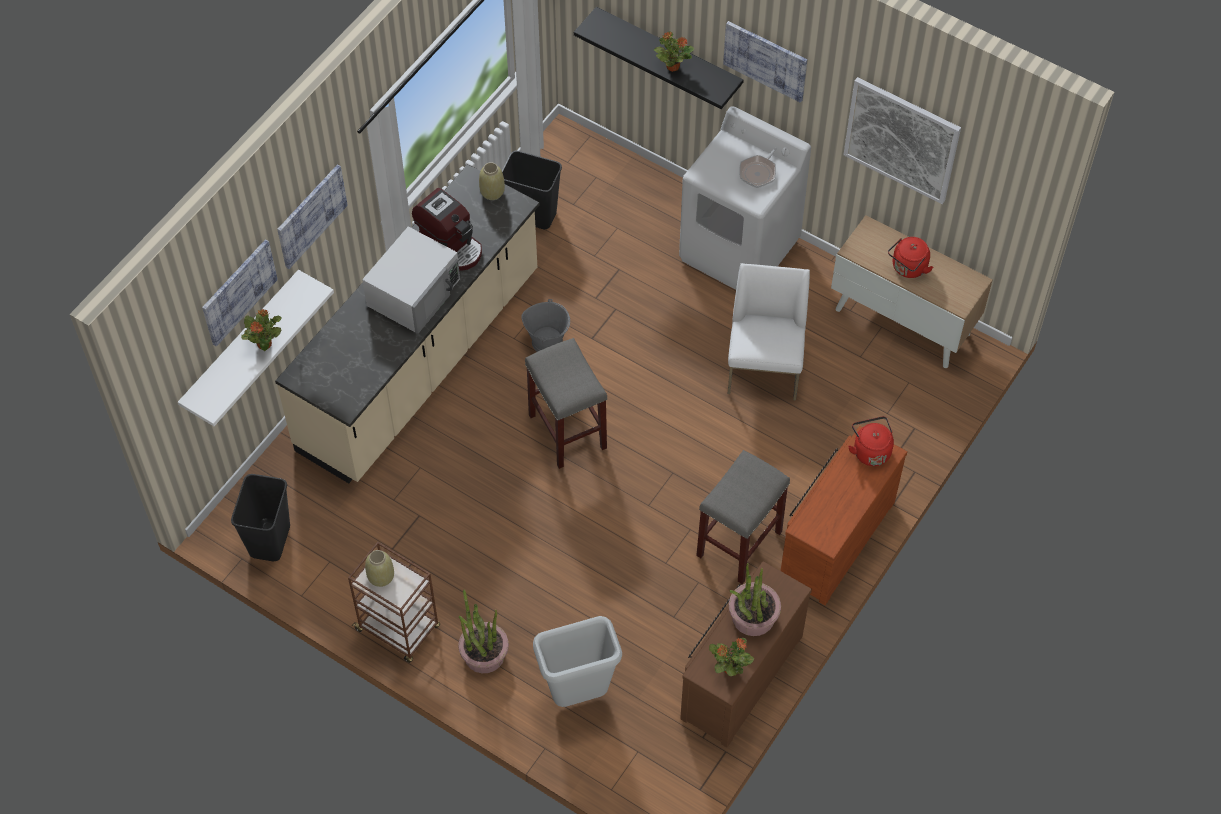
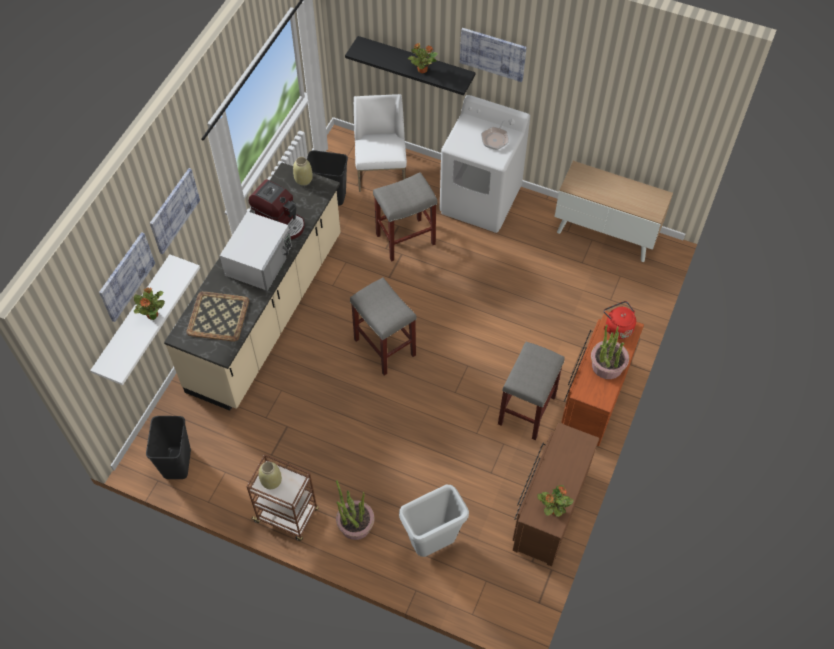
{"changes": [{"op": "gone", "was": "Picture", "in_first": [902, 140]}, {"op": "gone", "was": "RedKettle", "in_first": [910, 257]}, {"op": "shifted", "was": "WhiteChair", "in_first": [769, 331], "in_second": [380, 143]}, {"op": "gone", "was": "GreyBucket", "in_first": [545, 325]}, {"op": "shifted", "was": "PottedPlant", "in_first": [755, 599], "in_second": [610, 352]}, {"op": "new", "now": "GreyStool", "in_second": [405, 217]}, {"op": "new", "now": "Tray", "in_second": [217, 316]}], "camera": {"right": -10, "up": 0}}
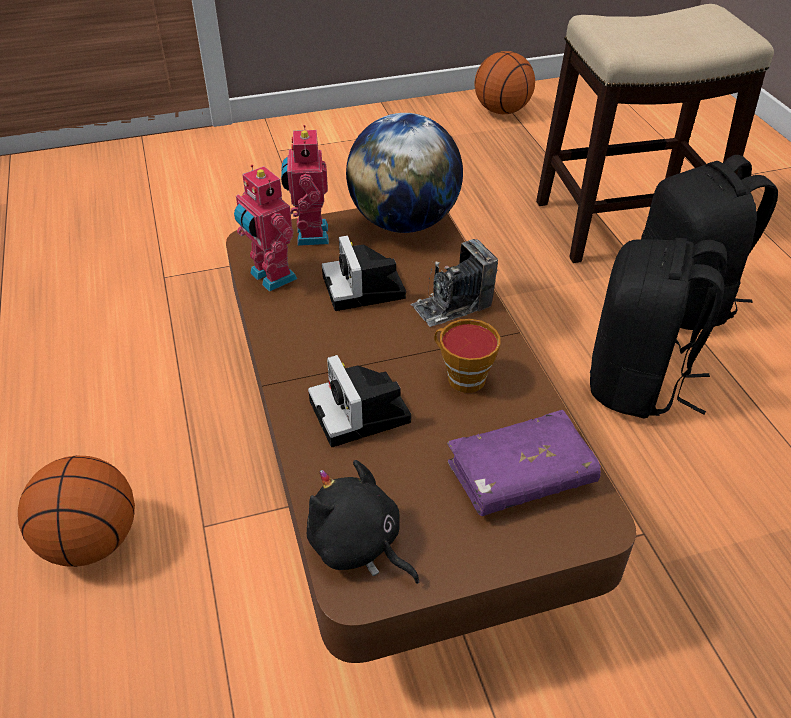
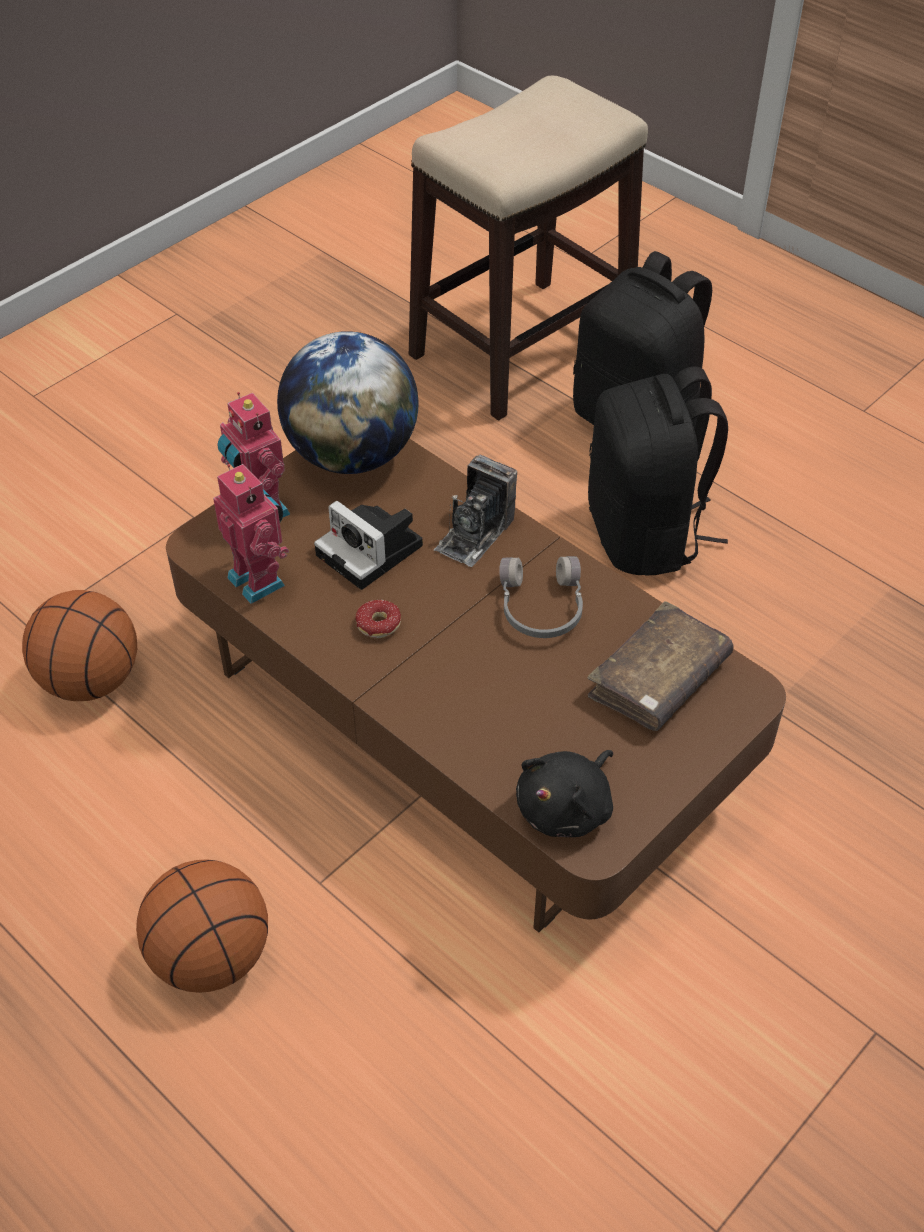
{"changes": [{"op": "shifted", "was": "Basketball", "in_first": [505, 82], "in_second": [79, 645]}, {"op": "rotated", "was": "ToyRobot", "in_first": [265, 228], "in_second": [251, 534], "clockwise": -150}, {"op": "swapped", "was": "Cup", "now": "GreyHeadphones", "in_first": [467, 356], "in_second": [541, 597]}, {"op": "gone", "was": "PhotoCamera", "in_first": [359, 401]}, {"op": "repainted", "was": "PurpleBook", "now": "BrownBook", "in_first": [524, 463], "in_second": [660, 666]}, {"op": "rotated", "was": "BlackPlushToy", "in_first": [363, 522], "in_second": [564, 793], "clockwise": -60}, {"op": "new", "now": "Donut", "in_second": [378, 619]}], "camera": {"right": -30, "up": 5}}
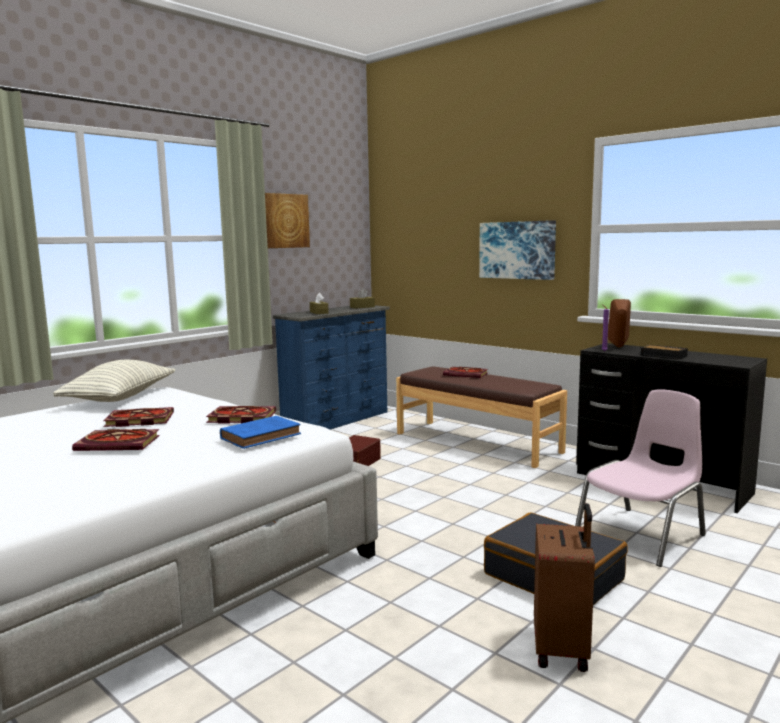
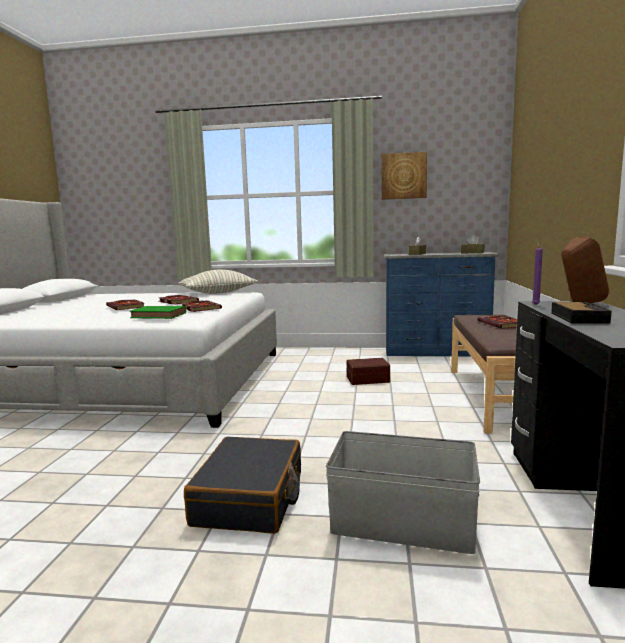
{"changes": [{"op": "gone", "was": "Picture", "in_first": [517, 250]}, {"op": "swapped", "was": "PinkChair", "now": "GreyStorageBox", "in_first": [640, 478], "in_second": [403, 492]}, {"op": "repainted", "was": "BlueBook", "now": "GreenBook", "in_first": [260, 432], "in_second": [158, 312]}, {"op": "gone", "was": "BrownSuitcase", "in_first": [564, 587]}], "camera": {"right": 55, "up": 0}}
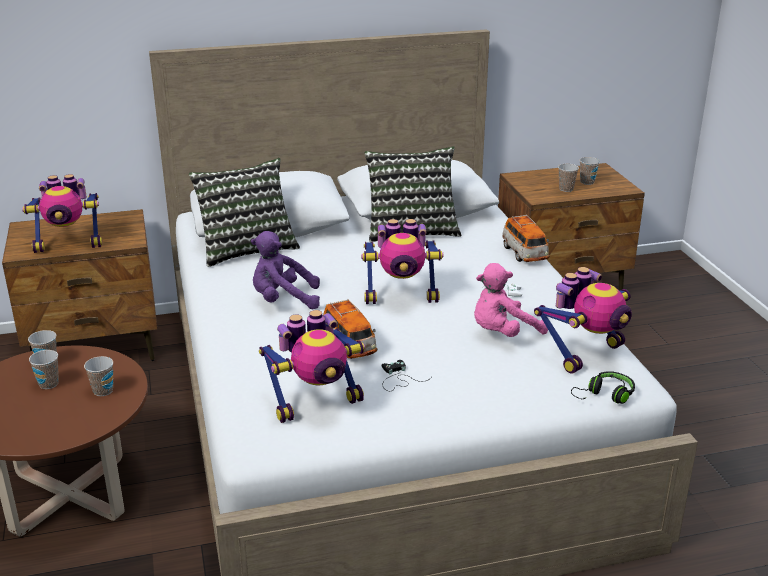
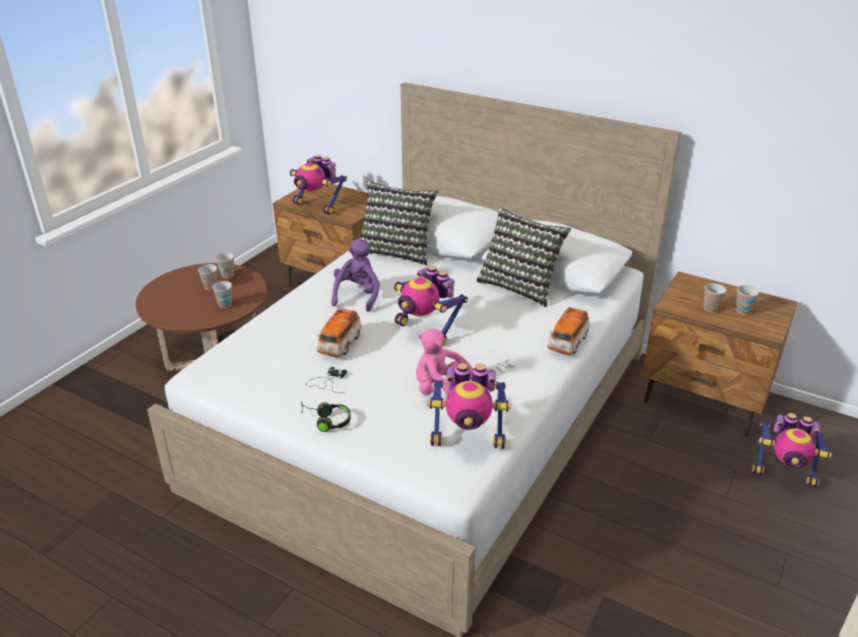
{"changes": [{"op": "rotated", "was": "PurplePlushToy", "in_first": [285, 270], "in_second": [355, 275], "clockwise": 60}, {"op": "shifted", "was": "ToyRobot", "in_first": [312, 366], "in_second": [792, 450]}, {"op": "shifted", "was": "BlackHeadphones", "in_first": [603, 387], "in_second": [326, 416]}], "camera": {"right": 45, "up": 5}}
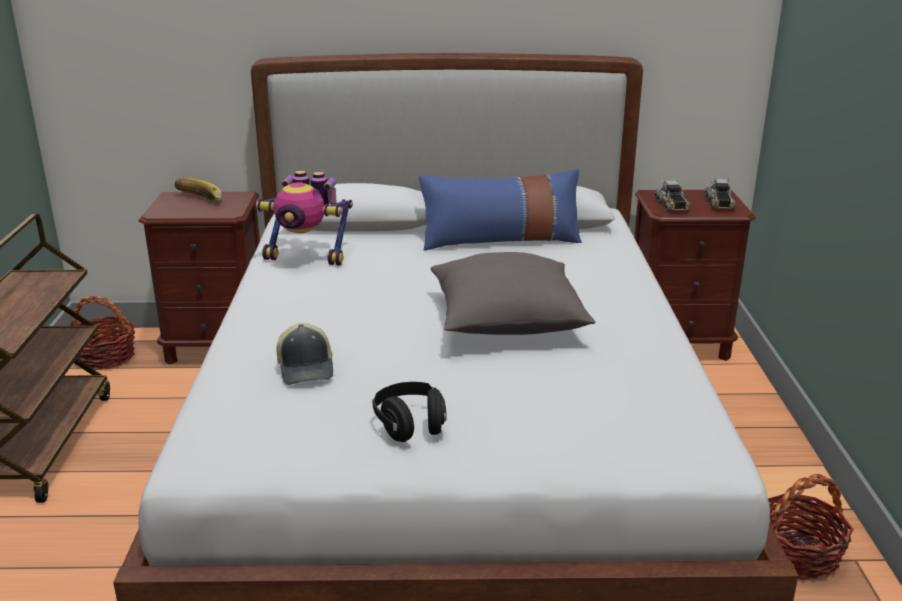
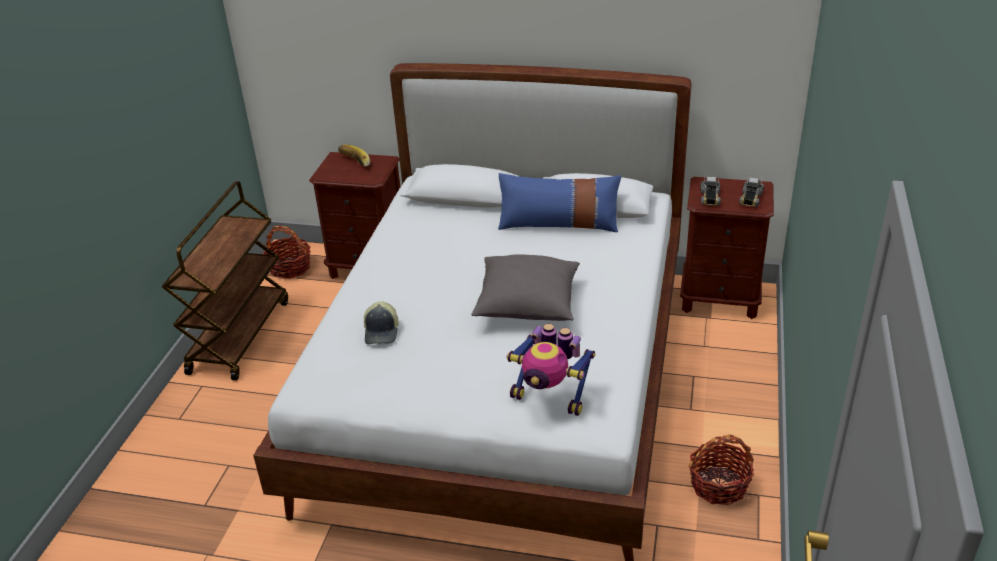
{"changes": [{"op": "shifted", "was": "ToyRobot", "in_first": [304, 218], "in_second": [550, 370]}, {"op": "gone", "was": "BlackHeadphones", "in_first": [409, 412]}], "camera": {"right": 15, "up": 10}}
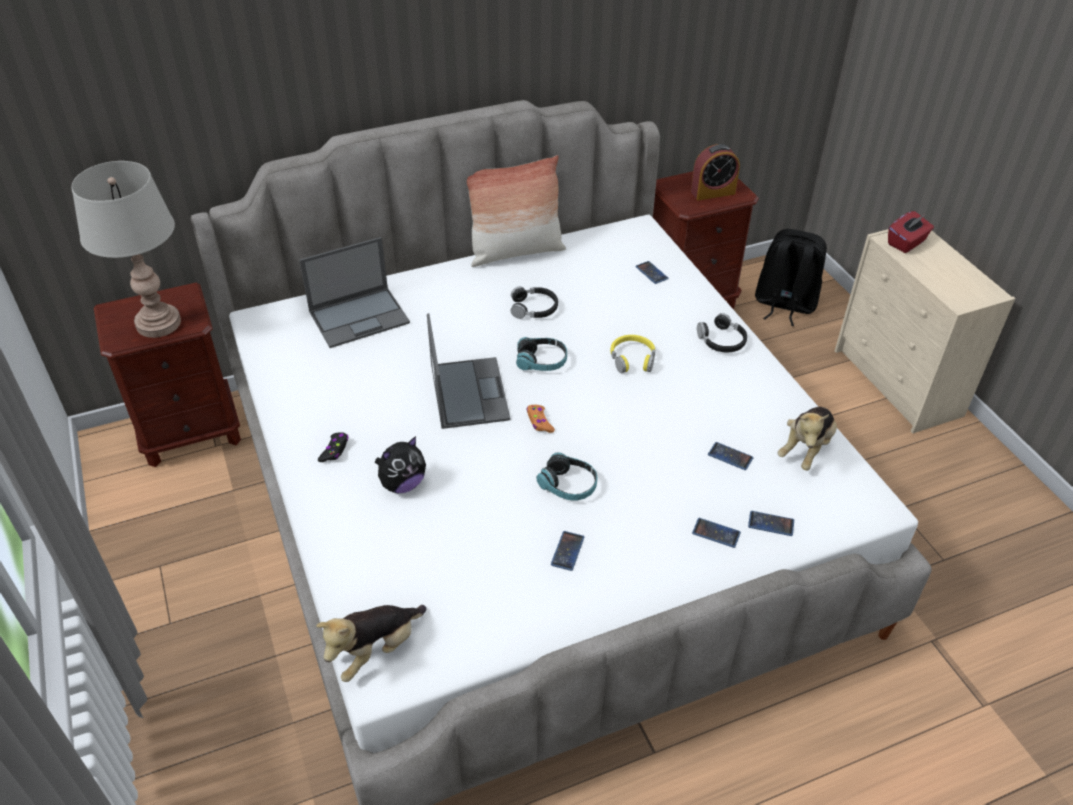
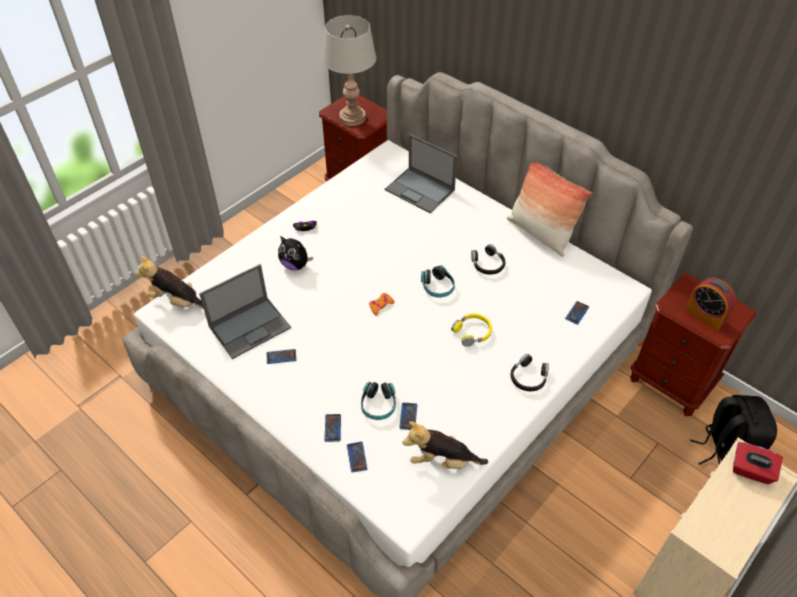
{"changes": [{"op": "shifted", "was": "Laptop", "in_first": [469, 371], "in_second": [245, 311]}, {"op": "shifted", "was": "Headphones", "in_first": [567, 477], "in_second": [378, 401]}], "camera": {"right": 65, "up": 5}}
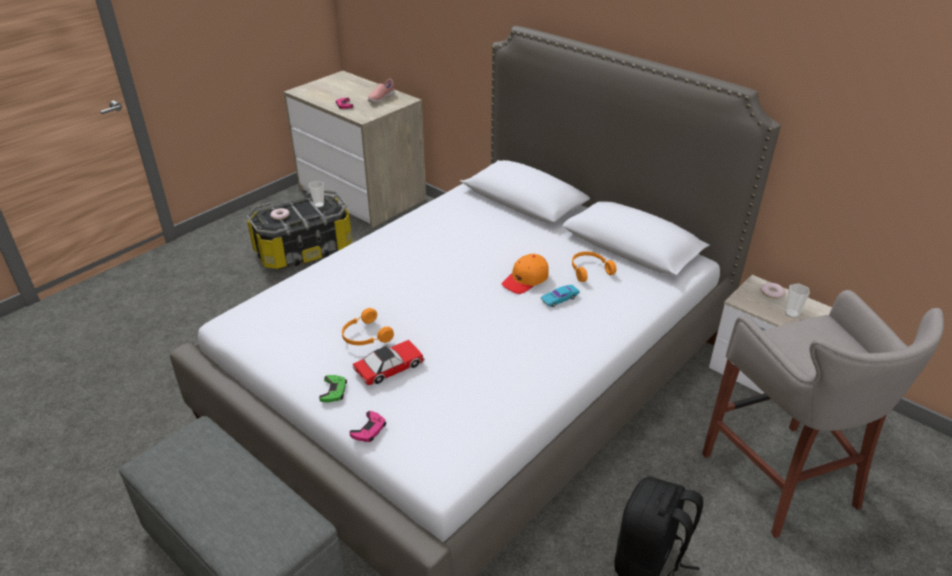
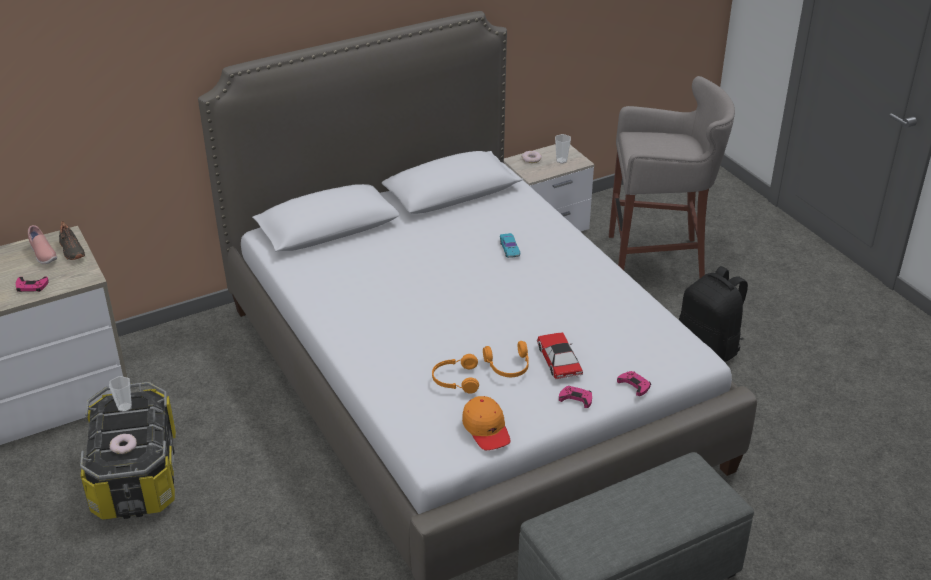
{"changes": [{"op": "shifted", "was": "OrangeHeadphones", "in_first": [594, 266], "in_second": [455, 374]}, {"op": "shifted", "was": "OrangeCap", "in_first": [525, 274], "in_second": [486, 423]}, {"op": "repainted", "was": "GreenGameController", "now": "PinkGameController", "in_first": [333, 388], "in_second": [575, 397]}, {"op": "new", "now": "BlackShoe", "in_second": [72, 240]}], "camera": {"right": -70, "up": 0}}
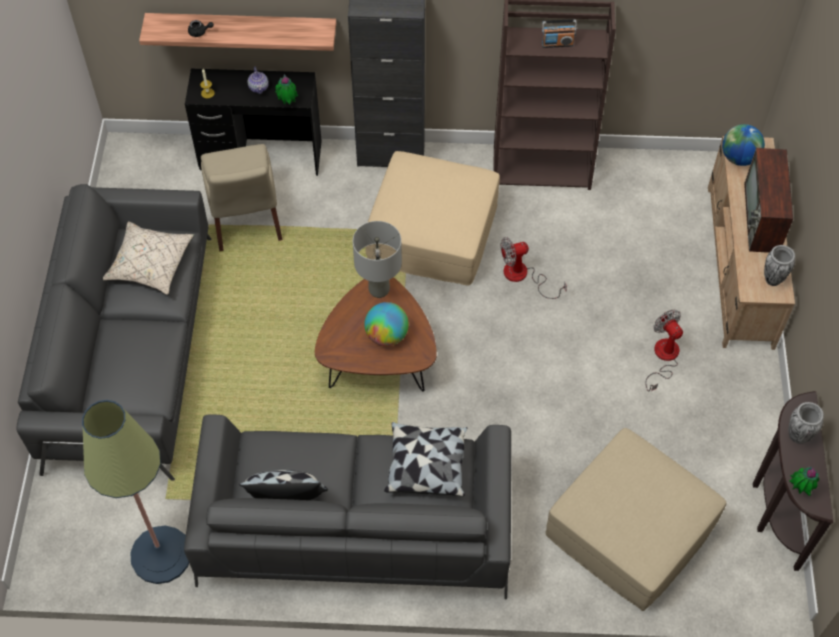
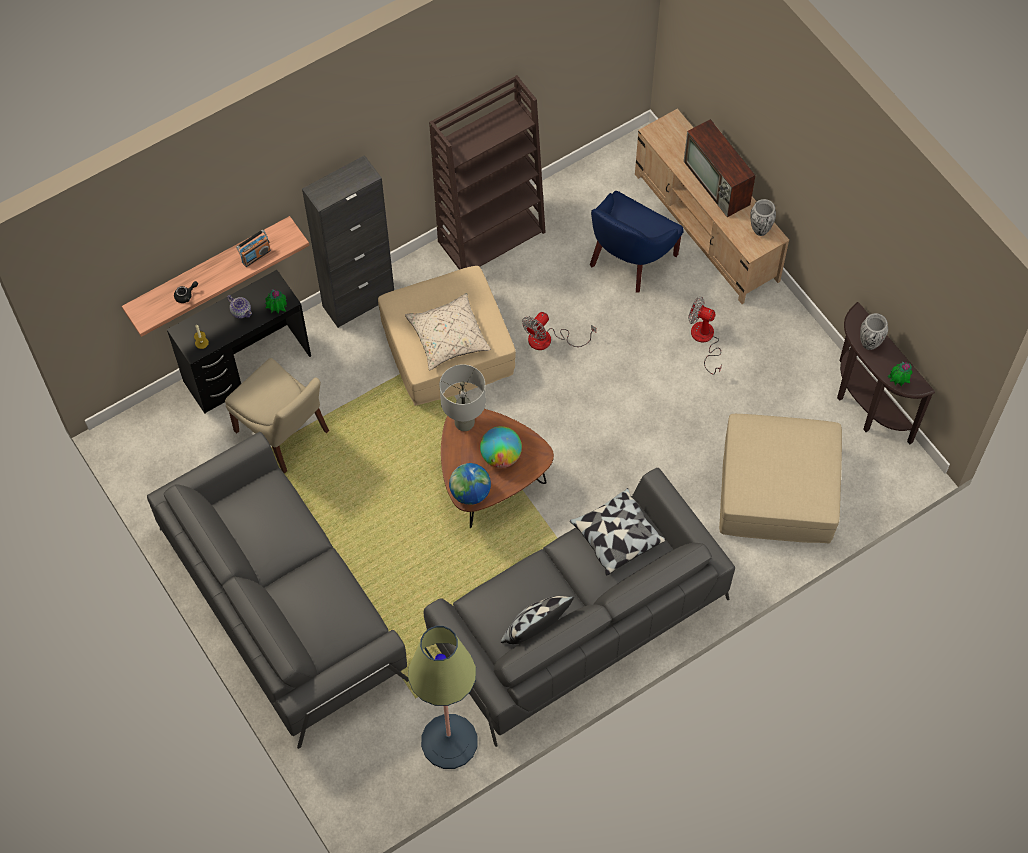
{"changes": [{"op": "shifted", "was": "Radio", "in_first": [559, 33], "in_second": [253, 248]}, {"op": "shifted", "was": "Globe", "in_first": [743, 145], "in_second": [470, 484]}, {"op": "shifted", "was": "BeigePillow", "in_first": [148, 258], "in_second": [448, 331]}, {"op": "new", "now": "BlueArmchair", "in_second": [637, 242]}], "camera": {"right": -35, "up": 5}}
